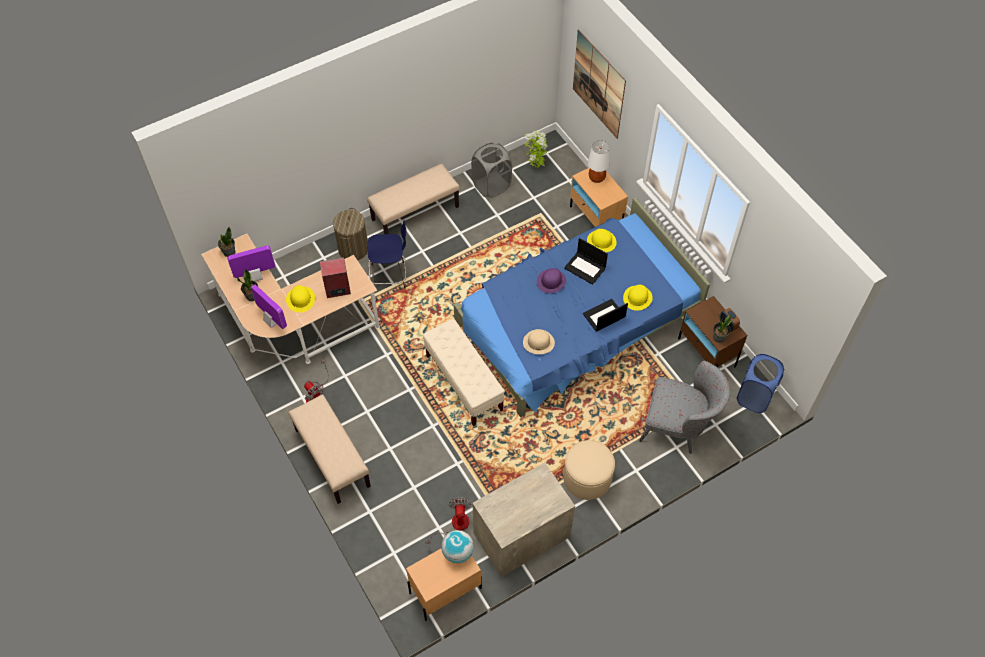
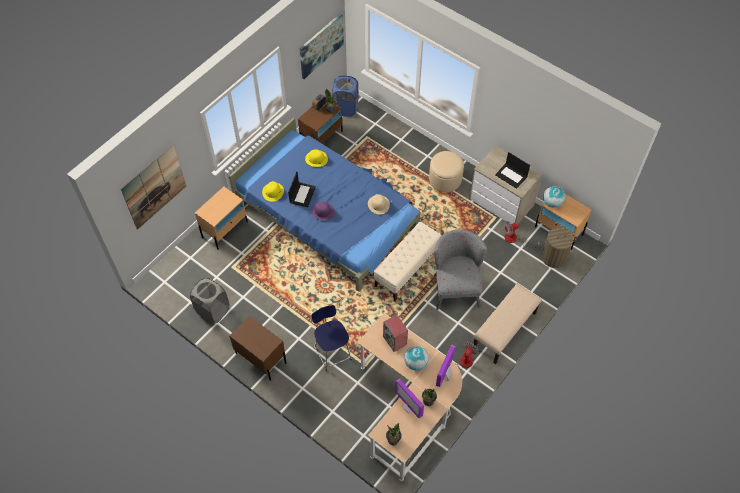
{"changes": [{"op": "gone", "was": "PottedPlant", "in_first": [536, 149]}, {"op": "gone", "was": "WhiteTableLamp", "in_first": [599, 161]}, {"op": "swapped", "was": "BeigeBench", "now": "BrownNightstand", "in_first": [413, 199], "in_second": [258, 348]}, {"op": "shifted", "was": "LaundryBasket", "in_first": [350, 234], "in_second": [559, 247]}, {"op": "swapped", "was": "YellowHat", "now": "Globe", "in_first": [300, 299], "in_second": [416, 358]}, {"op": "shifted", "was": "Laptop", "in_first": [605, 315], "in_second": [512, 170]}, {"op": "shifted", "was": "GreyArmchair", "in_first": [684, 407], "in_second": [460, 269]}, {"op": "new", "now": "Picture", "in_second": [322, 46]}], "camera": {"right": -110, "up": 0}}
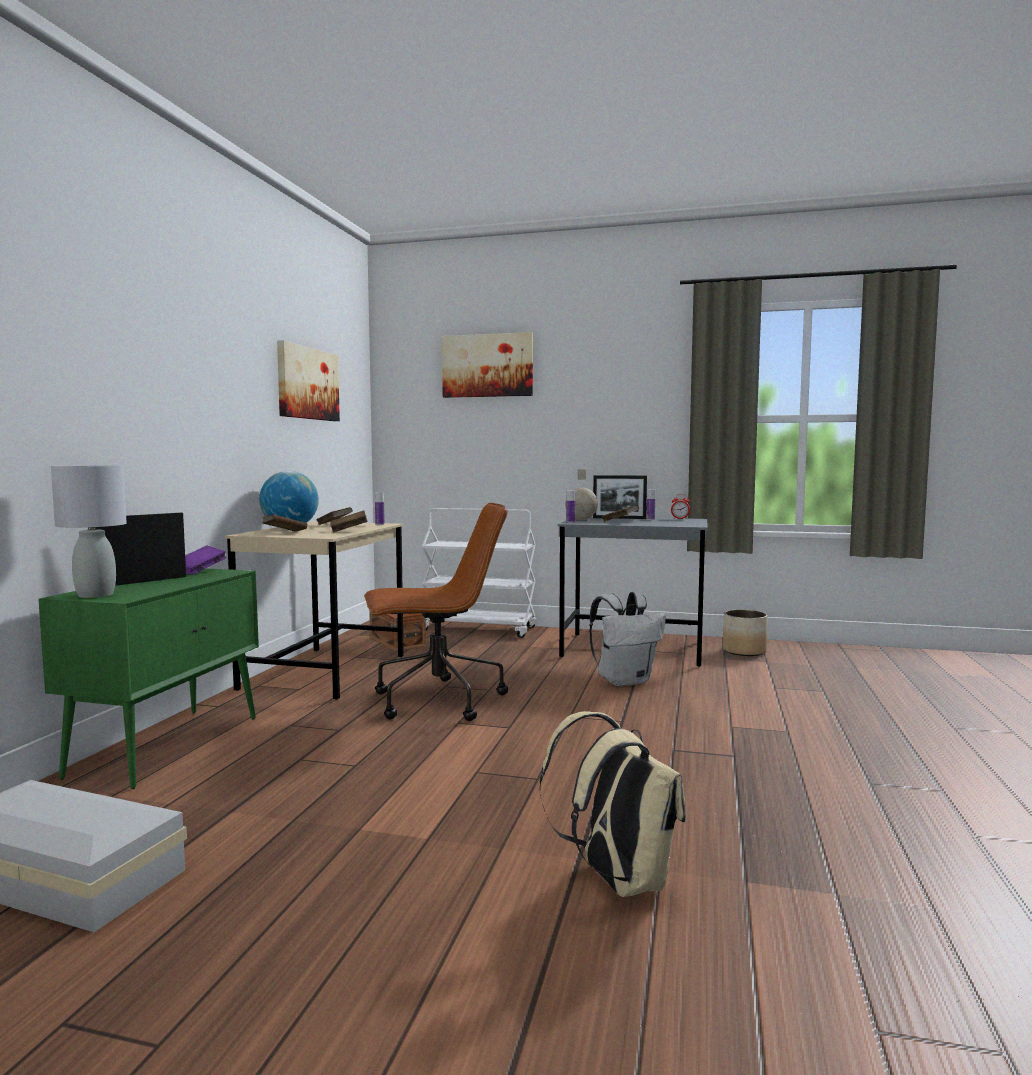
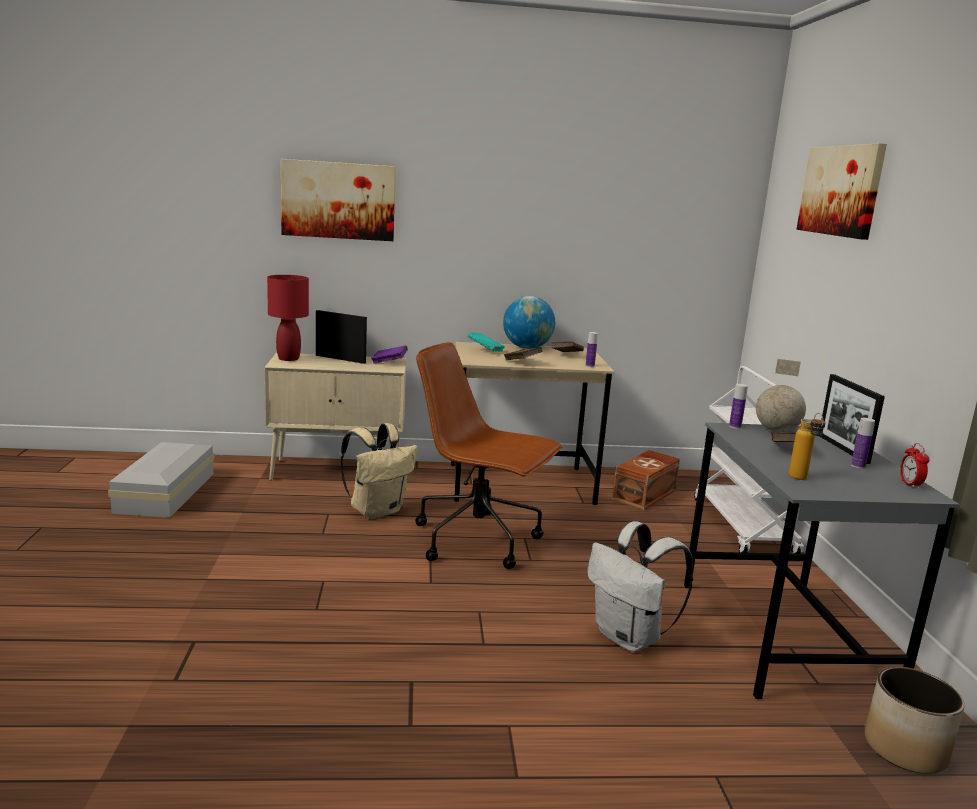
{"changes": [{"op": "shifted", "was": "Picture", "in_first": [308, 380], "in_second": [338, 200]}, {"op": "repainted", "was": "GreyTableLamp", "now": "RedTableLamp", "in_first": [89, 531], "in_second": [288, 318]}, {"op": "rotated", "was": "BrownOfficeChair", "in_first": [436, 612], "in_second": [489, 455], "clockwise": 150}, {"op": "repainted", "was": "BrownBook", "now": "TurquoiseBook", "in_first": [284, 523], "in_second": [486, 342]}, {"op": "repainted", "was": "GreenCabinet", "now": "BeigeCabinet", "in_first": [148, 678], "in_second": [335, 417]}, {"op": "shifted", "was": "BeigeBackpack", "in_first": [612, 804], "in_second": [379, 471]}, {"op": "new", "now": "Bottle", "in_second": [807, 446]}], "camera": {"right": 70, "up": 10}}
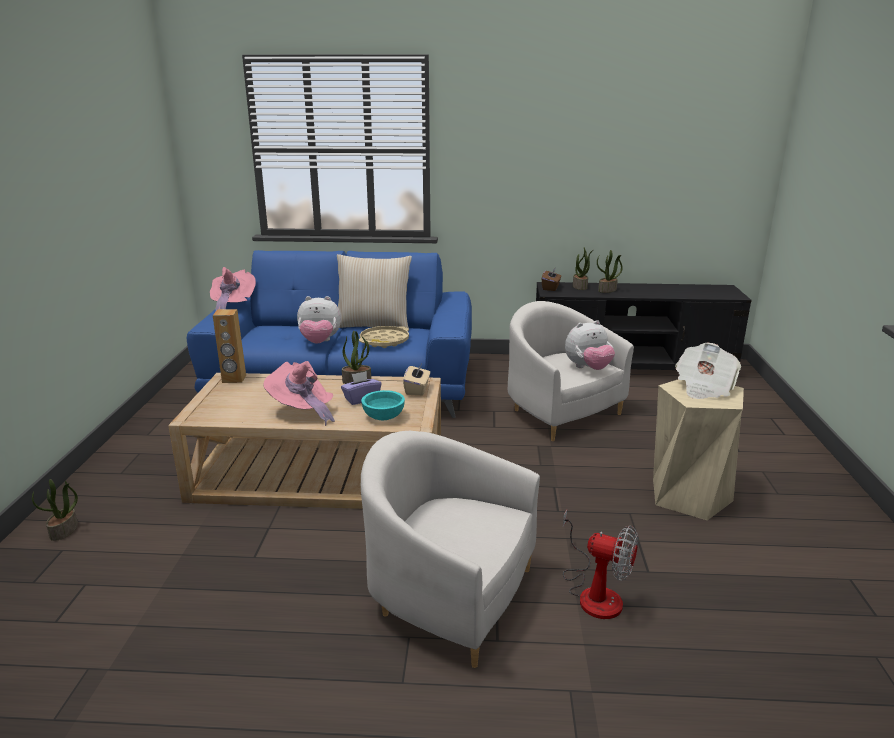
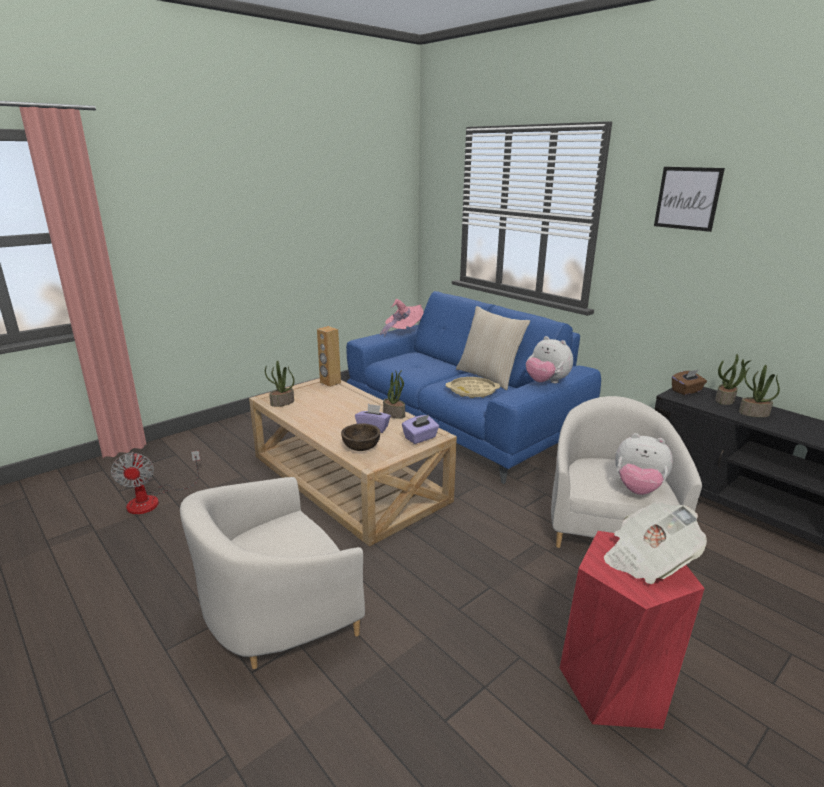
{"changes": [{"op": "shifted", "was": "PlushToy", "in_first": [319, 320], "in_second": [549, 359]}, {"op": "gone", "was": "PinkHat", "in_first": [299, 393]}, {"op": "repainted", "was": "BeigeTissueBox", "now": "PurpleTissueBox", "in_first": [416, 380], "in_second": [420, 429]}, {"op": "repainted", "was": "BeigeStool", "now": "RedStool", "in_first": [698, 449], "in_second": [632, 630]}, {"op": "repainted", "was": "TurquoiseBowl", "now": "BrownBowl", "in_first": [383, 405], "in_second": [360, 437]}, {"op": "rotated", "was": "WhiteArmchair", "in_first": [450, 549], "in_second": [272, 573], "clockwise": -105}, {"op": "shifted", "was": "PottedPlant", "in_first": [55, 510], "in_second": [280, 383]}, {"op": "shifted", "was": "Fan", "in_first": [600, 564], "in_second": [155, 482]}, {"op": "new", "now": "Picture", "in_second": [689, 199]}], "camera": {"right": 45, "up": 0}}
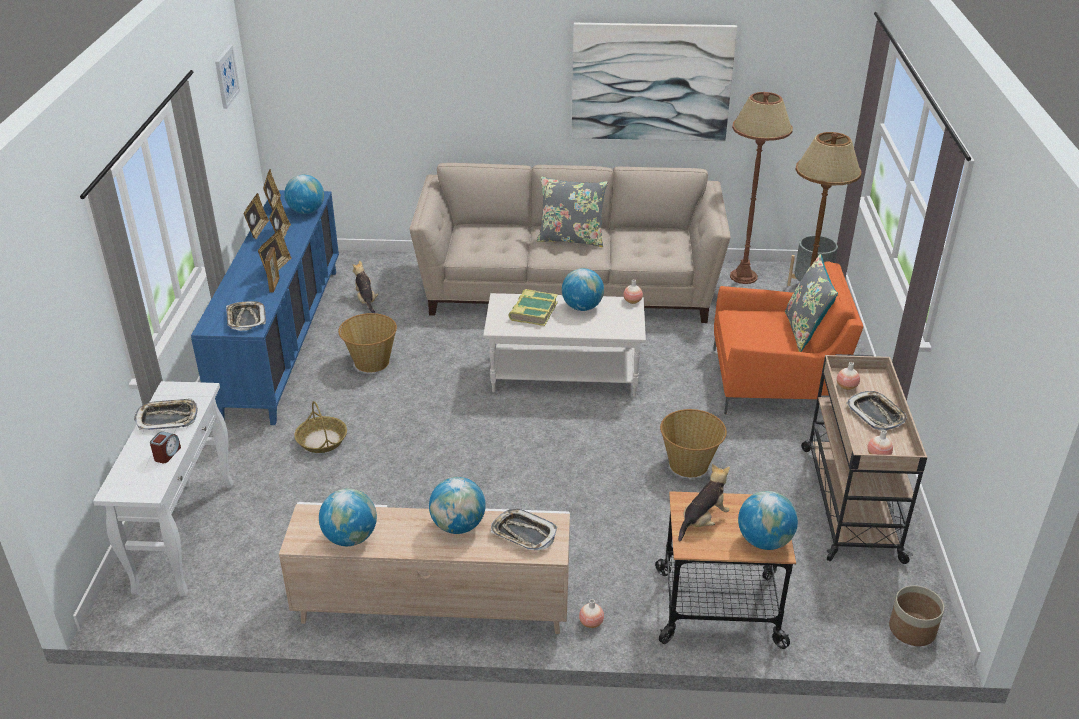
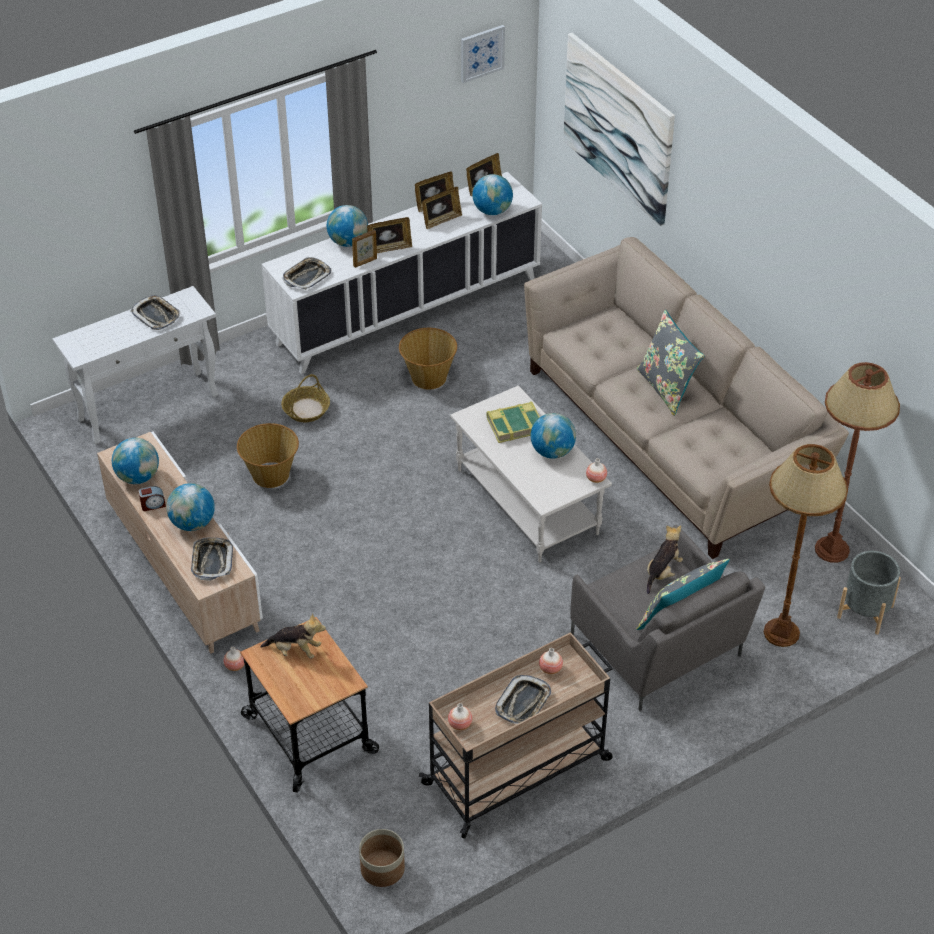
{"changes": [{"op": "shifted", "was": "Picture", "in_first": [654, 82], "in_second": [619, 129]}, {"op": "repainted", "was": "BlueCabinet", "now": "WhiteCabinet", "in_first": [265, 307], "in_second": [402, 273]}, {"op": "shifted", "was": "PlushToy", "in_first": [366, 286], "in_second": [665, 559]}, {"op": "repainted", "was": "OrangeArmchair", "now": "GreyArmchair", "in_first": [788, 337], "in_second": [667, 618]}, {"op": "shifted", "was": "Basket", "in_first": [693, 443], "in_second": [268, 455]}, {"op": "shifted", "was": "AlarmClock", "in_first": [165, 447], "in_second": [152, 498]}, {"op": "shifted", "was": "Globe", "in_first": [768, 520], "in_second": [347, 226]}], "camera": {"right": 55, "up": 10}}
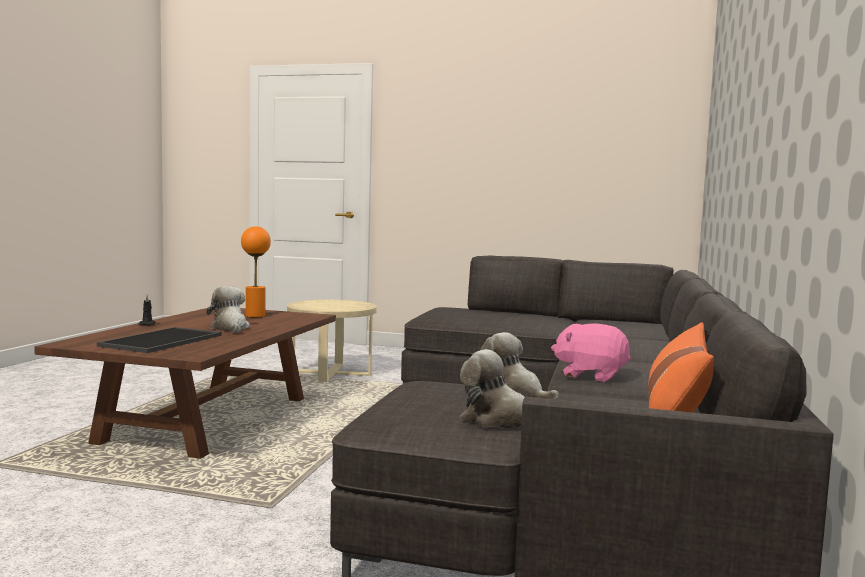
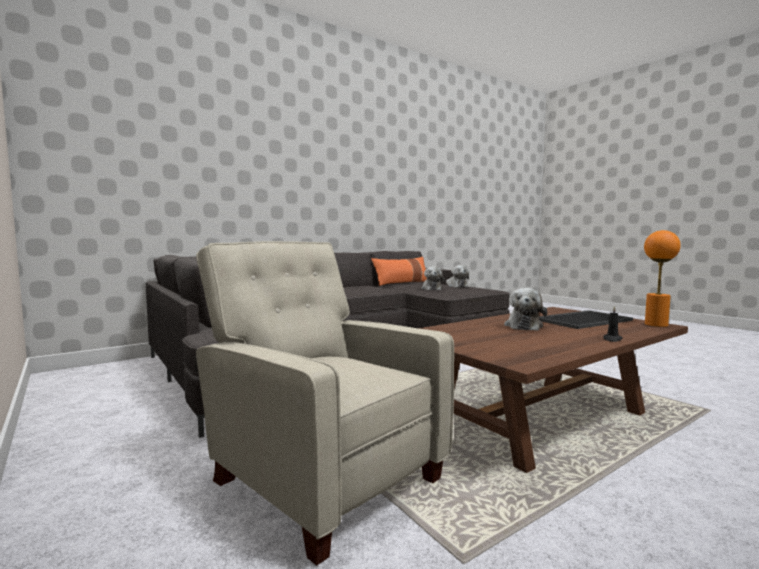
{"changes": [{"op": "shifted", "was": "OrangeTableLamp", "in_first": [256, 272], "in_second": [662, 278]}, {"op": "swapped", "was": "BeigeSideTable", "now": "BeigeArmchair", "in_first": [332, 341], "in_second": [325, 403]}, {"op": "gone", "was": "PinkPlushToy", "in_first": [591, 353]}], "camera": {"right": -140, "up": 0}}
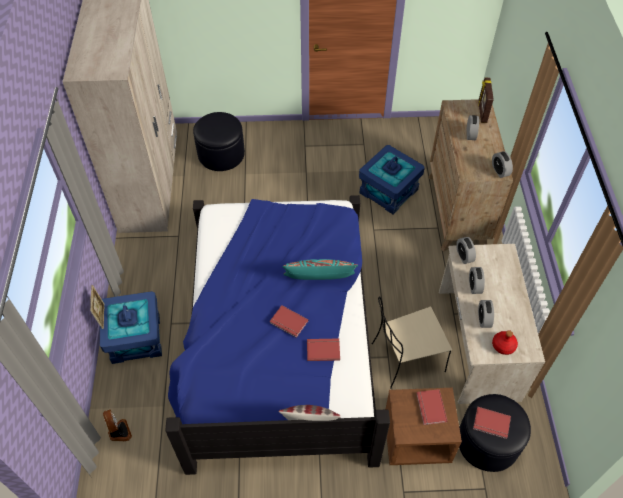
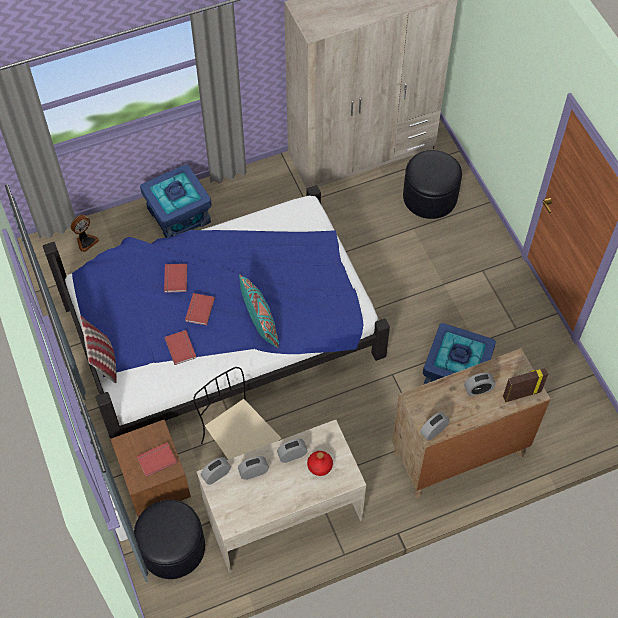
{"changes": [{"op": "shifted", "was": "AlarmClock", "in_first": [466, 250], "in_second": [216, 471]}, {"op": "gone", "was": "PictureFrame", "in_first": [97, 307]}, {"op": "shifted", "was": "RedBottle", "in_first": [505, 342], "in_second": [320, 463]}, {"op": "shifted", "was": "RedBook", "in_first": [492, 423], "in_second": [175, 278]}], "camera": {"right": 70, "up": 5}}
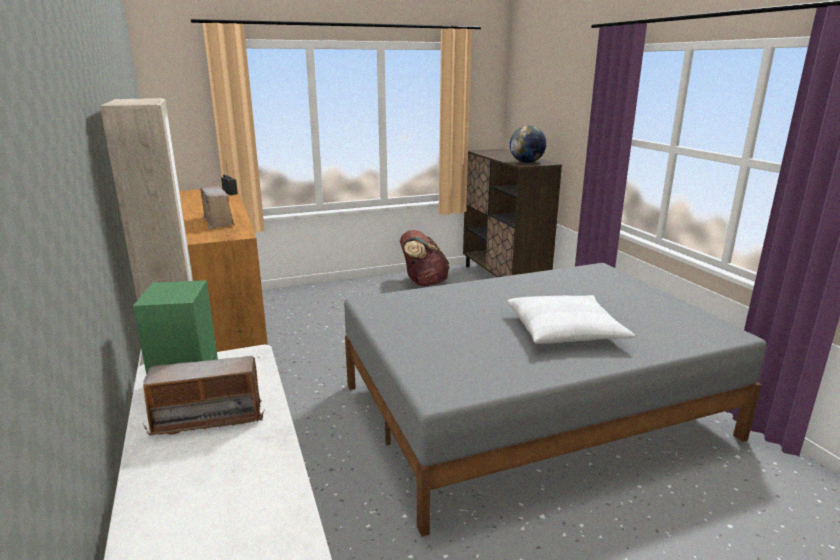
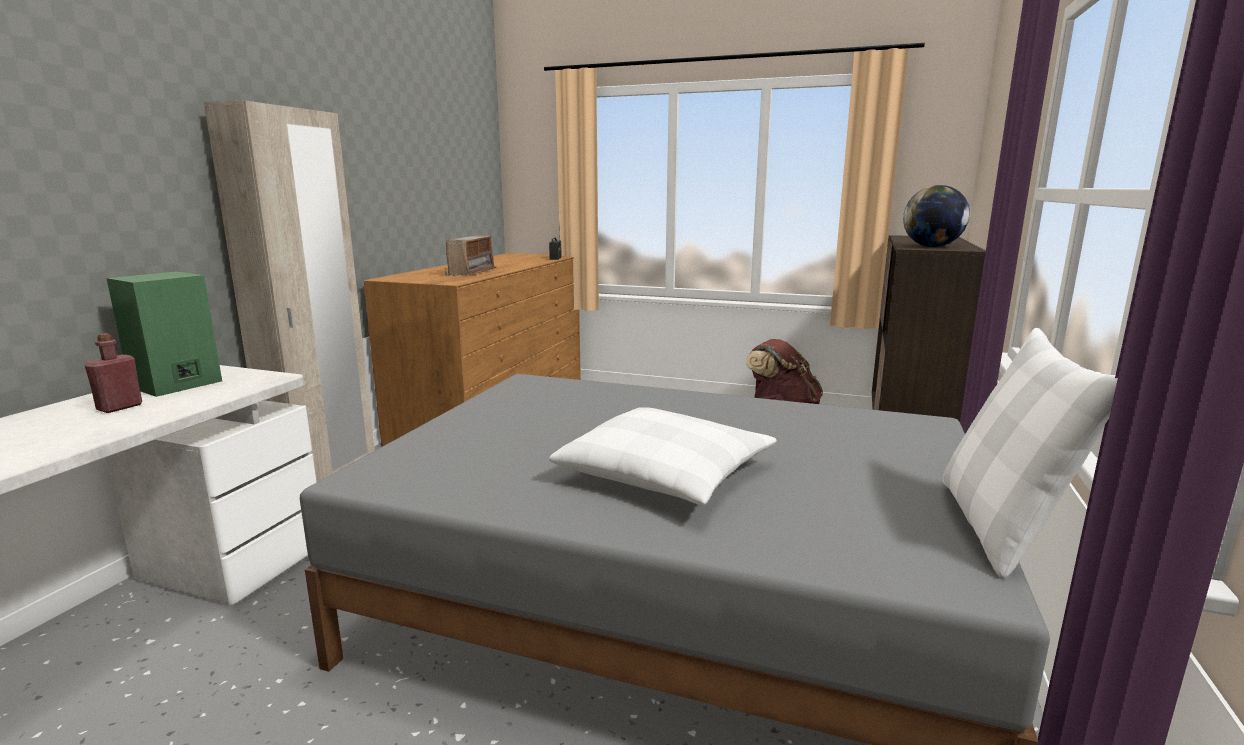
{"changes": [{"op": "swapped", "was": "Radio", "now": "RedBottle", "in_first": [203, 396], "in_second": [113, 373]}, {"op": "new", "now": "WhitePillow", "in_second": [1030, 453]}], "camera": {"right": 40, "up": -5}}
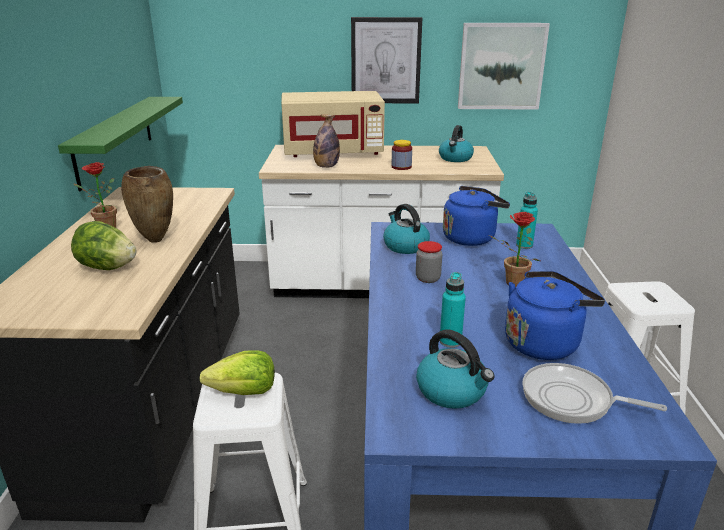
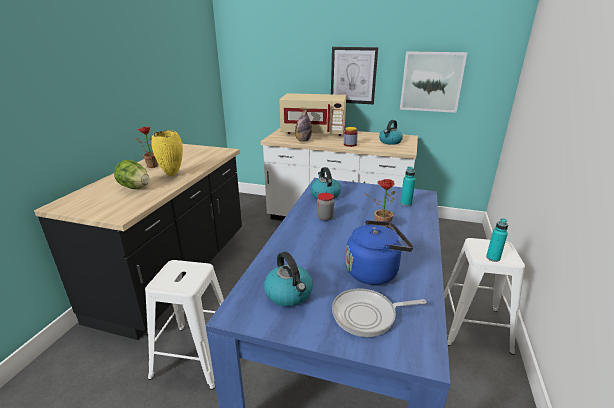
{"changes": [{"op": "gone", "was": "GreenShelf", "in_first": [120, 144]}, {"op": "repainted", "was": "BrownVase", "now": "YellowVase", "in_first": [147, 204], "in_second": [167, 153]}, {"op": "gone", "was": "BlueKettle", "in_first": [476, 216]}, {"op": "shifted", "was": "TurquoiseBottle", "in_first": [453, 310], "in_second": [497, 240]}, {"op": "gone", "was": "Lettuce", "in_first": [237, 372]}, {"op": "rotated", "was": "FryingPan", "in_first": [594, 393], "in_second": [379, 312], "clockwise": -45}], "camera": {"right": 15, "up": 0}}
